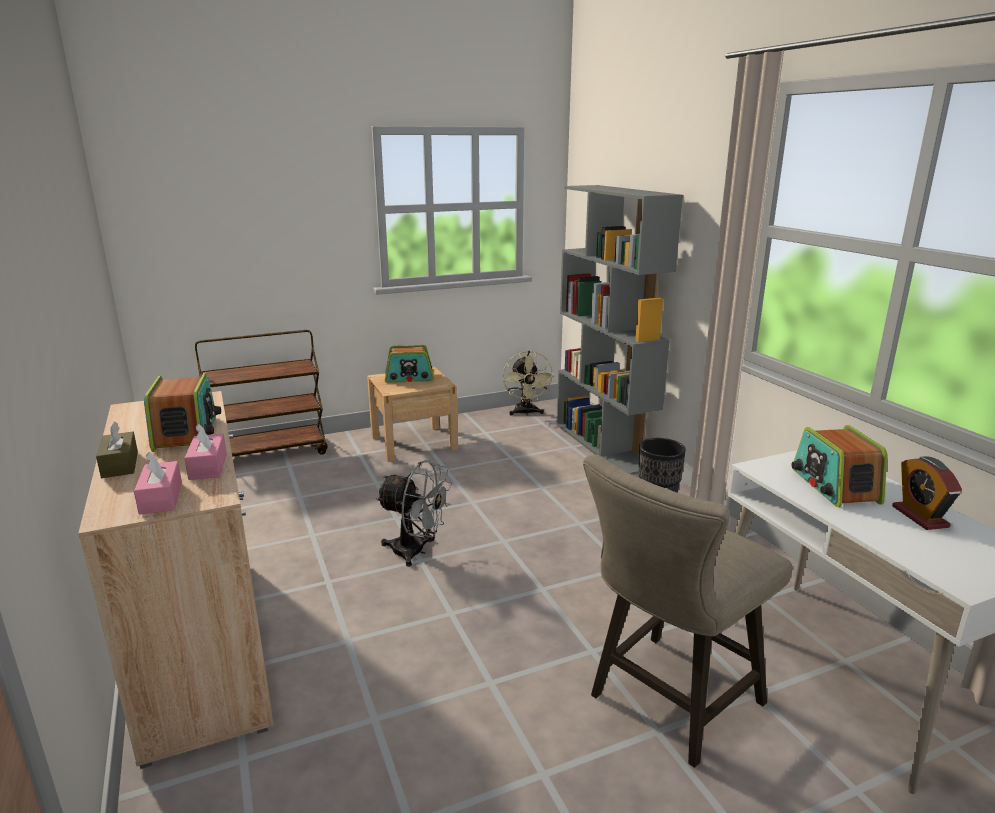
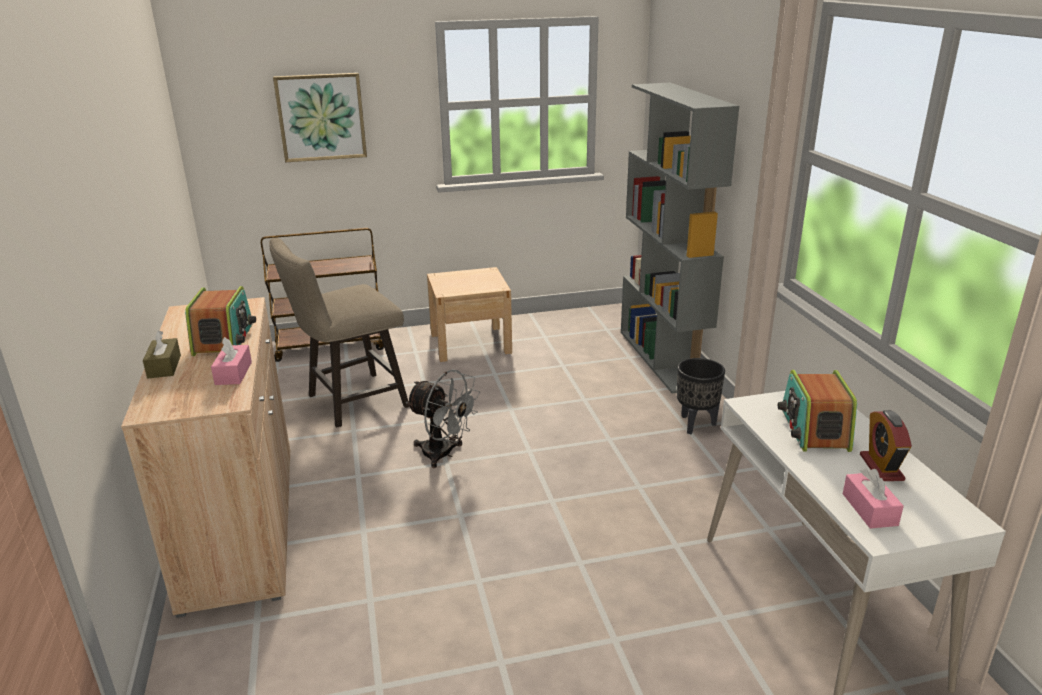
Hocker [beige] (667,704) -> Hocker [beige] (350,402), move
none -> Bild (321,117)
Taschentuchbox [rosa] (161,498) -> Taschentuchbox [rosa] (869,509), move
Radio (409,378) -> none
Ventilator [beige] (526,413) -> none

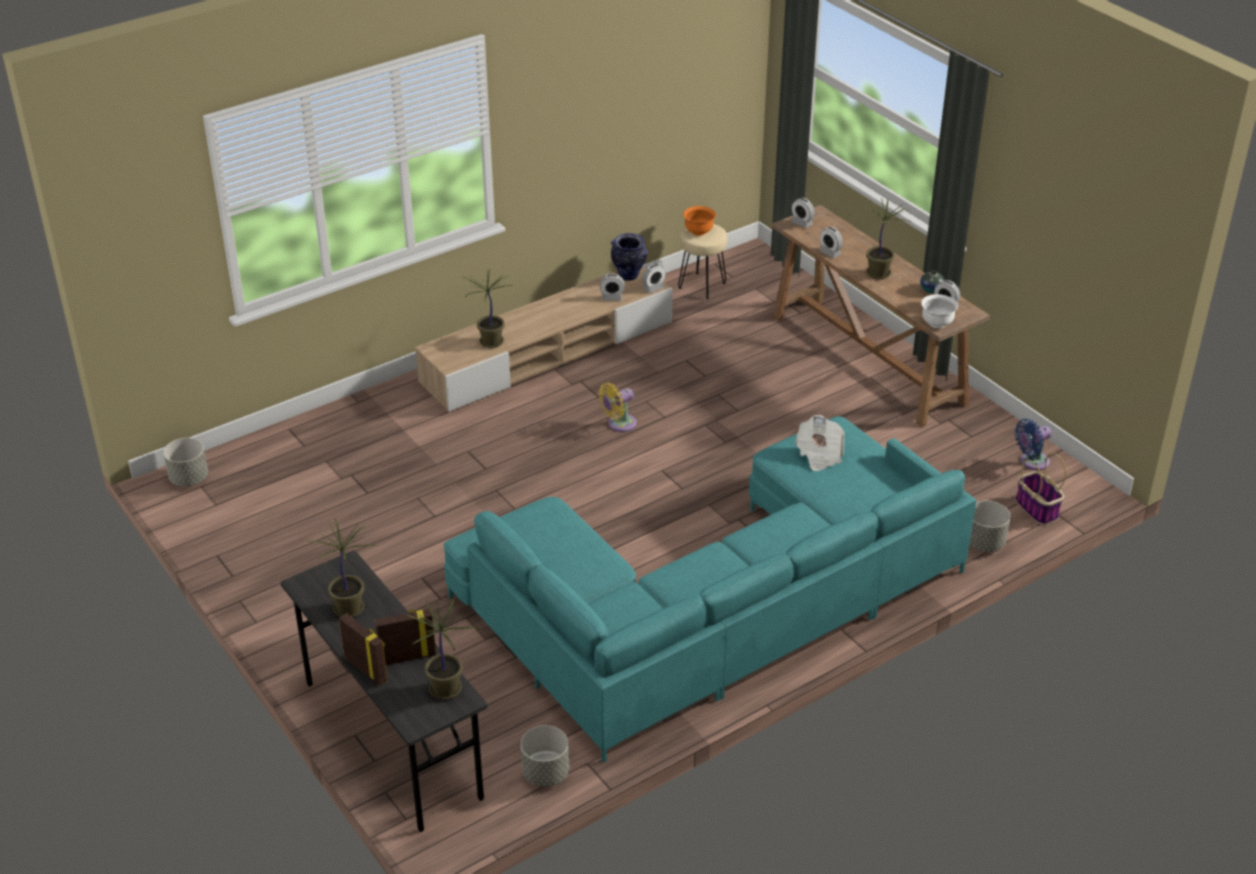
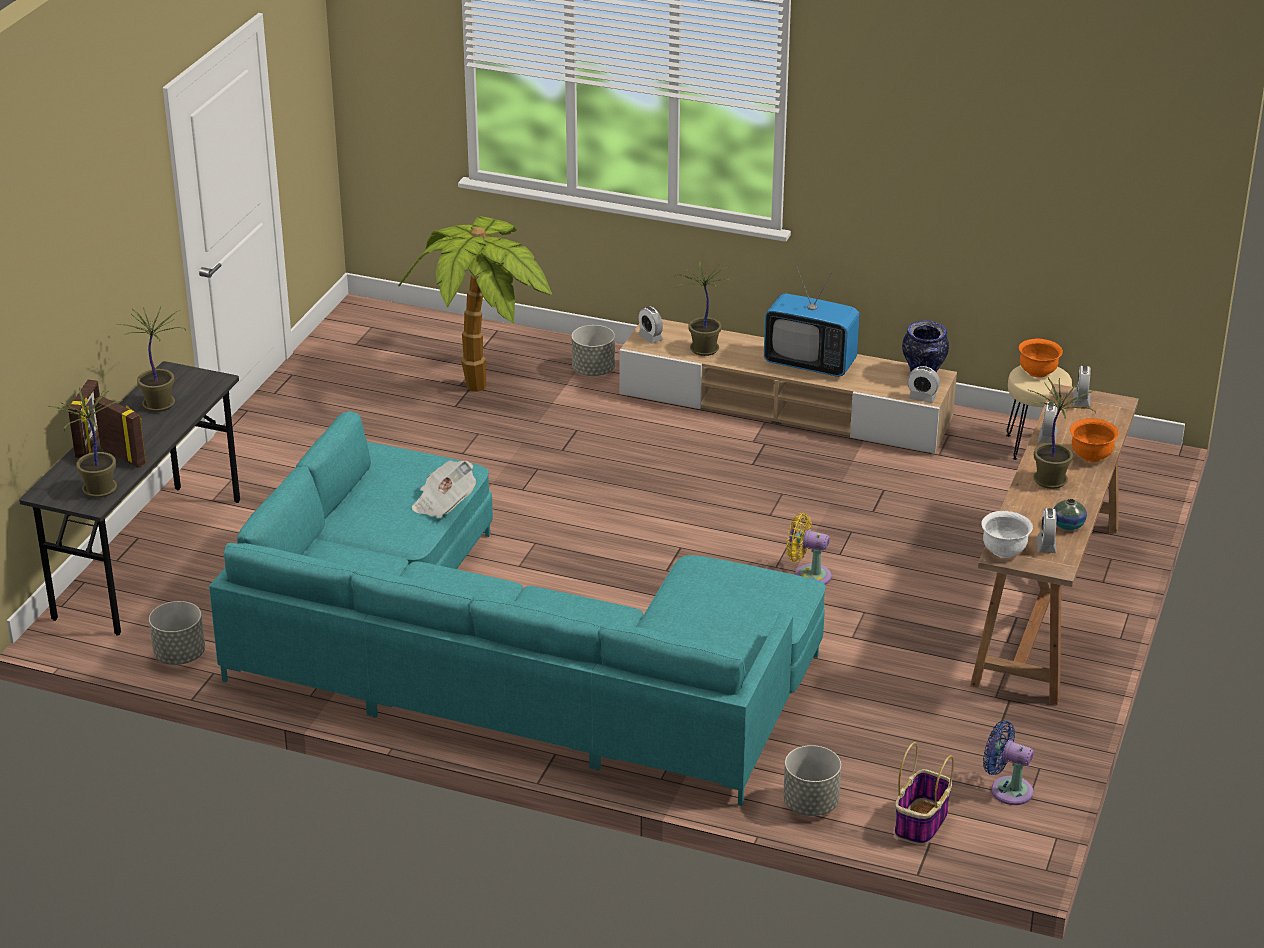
none -> Topfpflanze (483,382)
Zeitung (819,454) -> Zeitung (444,504), move
Pflanzkübel [grau] (189,478) -> Pflanzkübel [grau] (593,371), move
Wecker (612,297) -> Wecker (650,337), move
none -> Fernseher (810,363)
Ventilator [gelb] (619,424) -> Ventilator [gelb] (808,575), move
none -> Schüssel [orange] (1091,456)

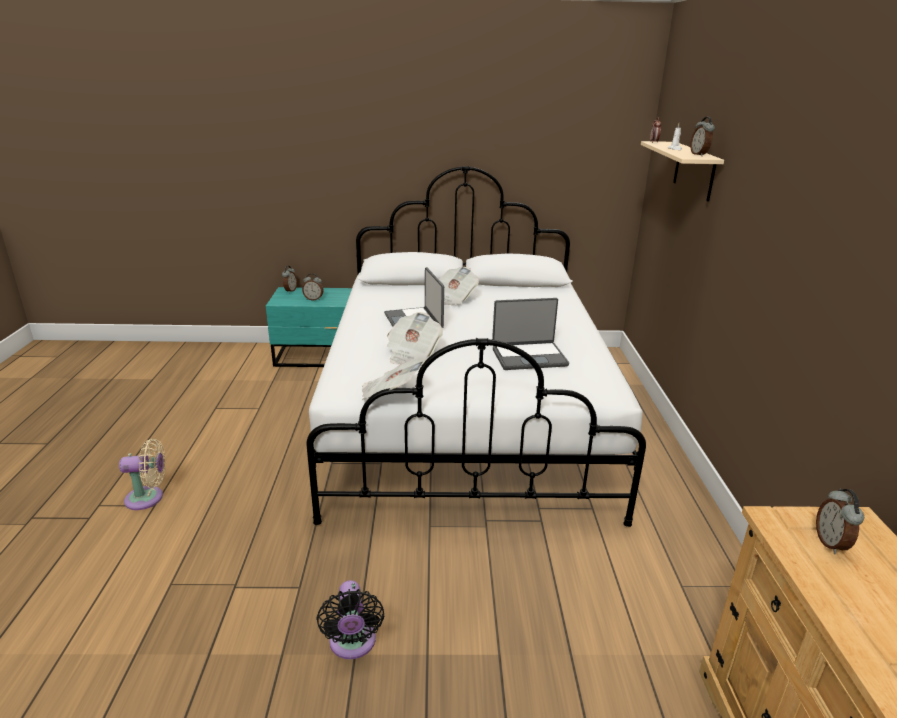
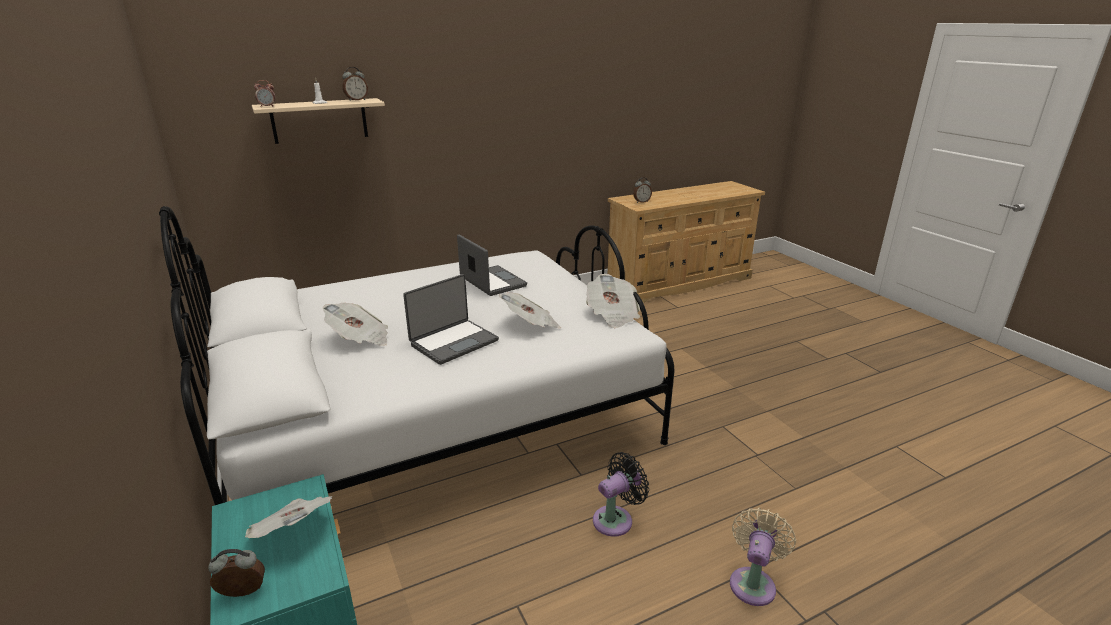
Wecker (313,299) -> Zeitung (293,531)
Ventilator [schwarz] (352,644) -> Ventilator [schwarz] (616,519), move
Ventilator [beige] (148,498) -> Ventilator [beige] (753,582), 60 degrees clockwise

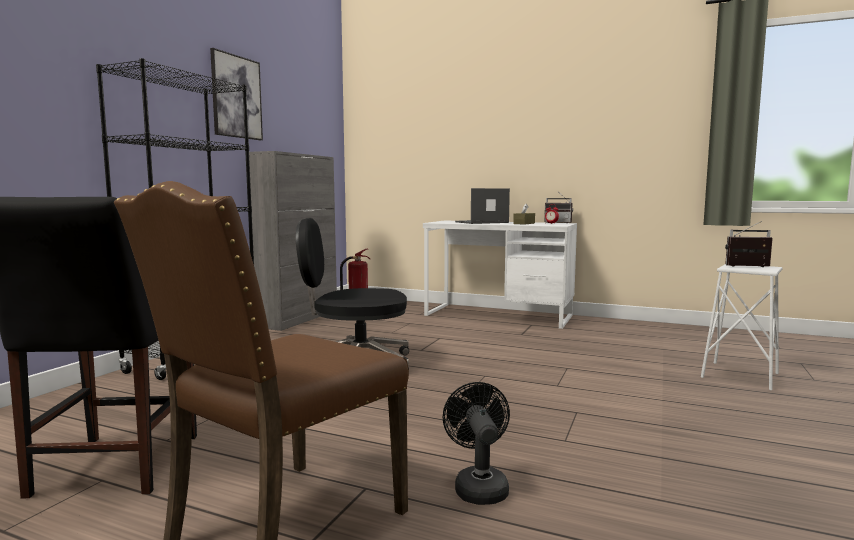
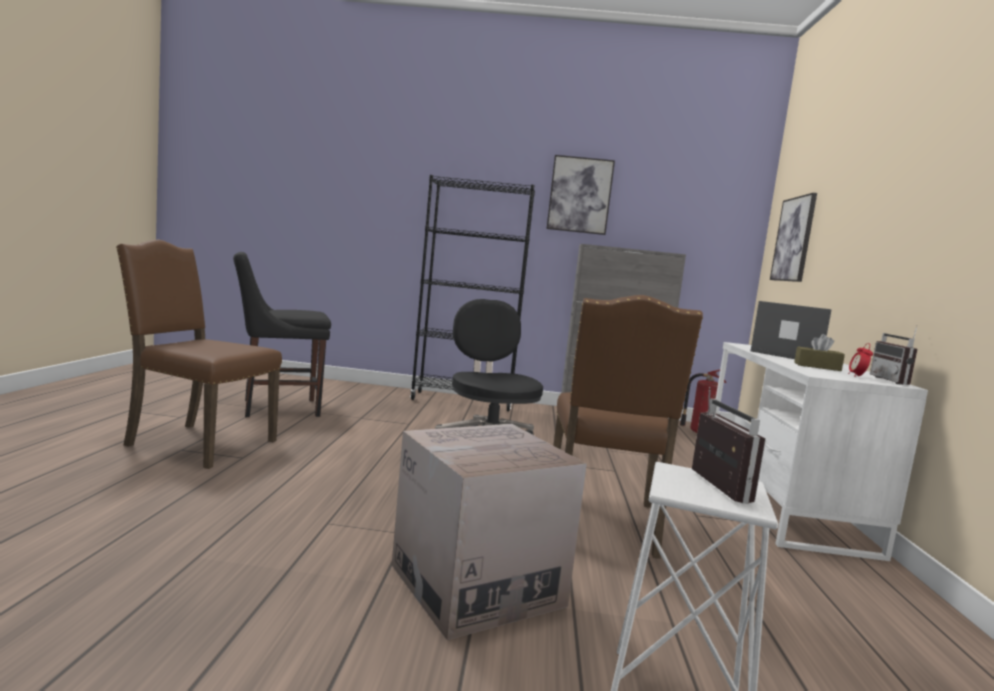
none -> Karton (476,585)
none -> Stuhl [braun] (602,523)
none -> Bild (794,239)
Ventilator [schwarz] (478,486) -> none

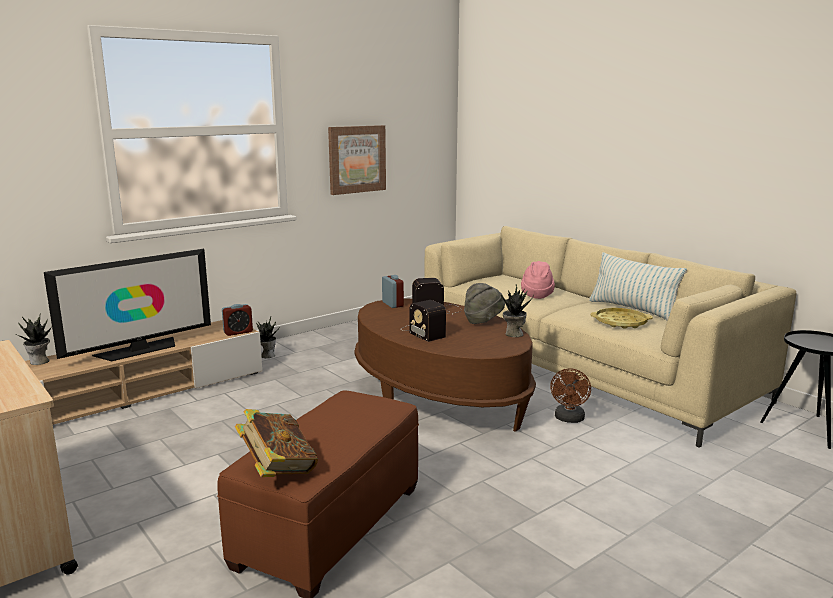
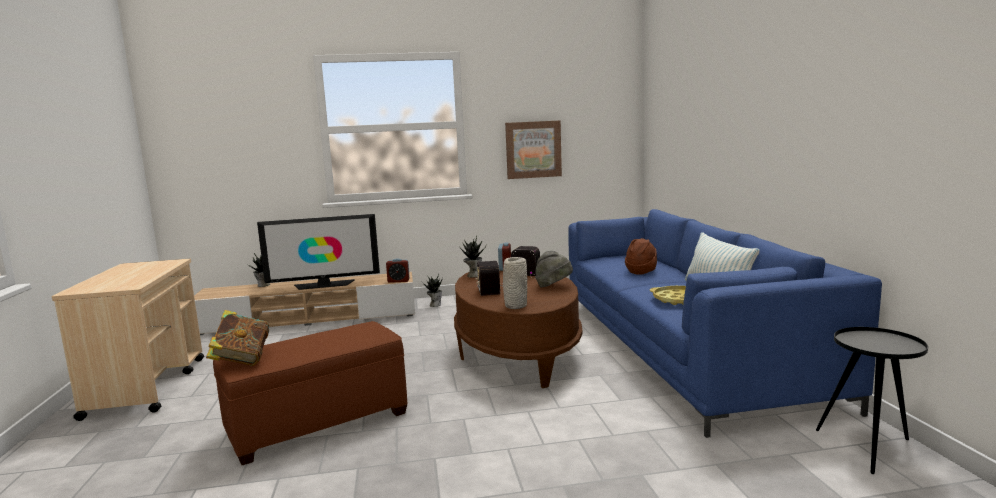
Topfpflanze (513,334) -> Topfpflanze (473,275), move
none -> Vase [grau] (515,306)
Sofa [beige] (580,366) -> Sofa [blau] (681,347)
Hut [rosa] (537,295) -> Hut [braun] (641,271)
Ventilator [braun] (569,419) -> none

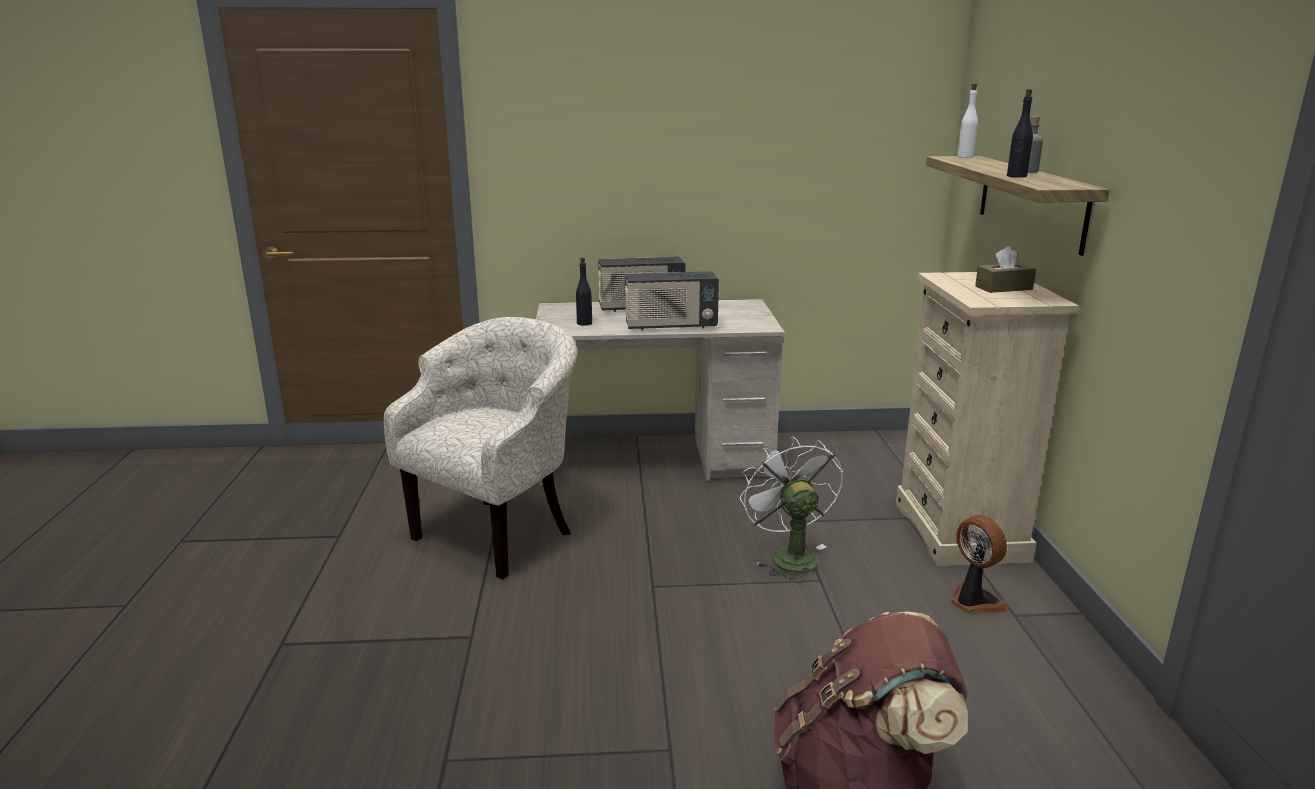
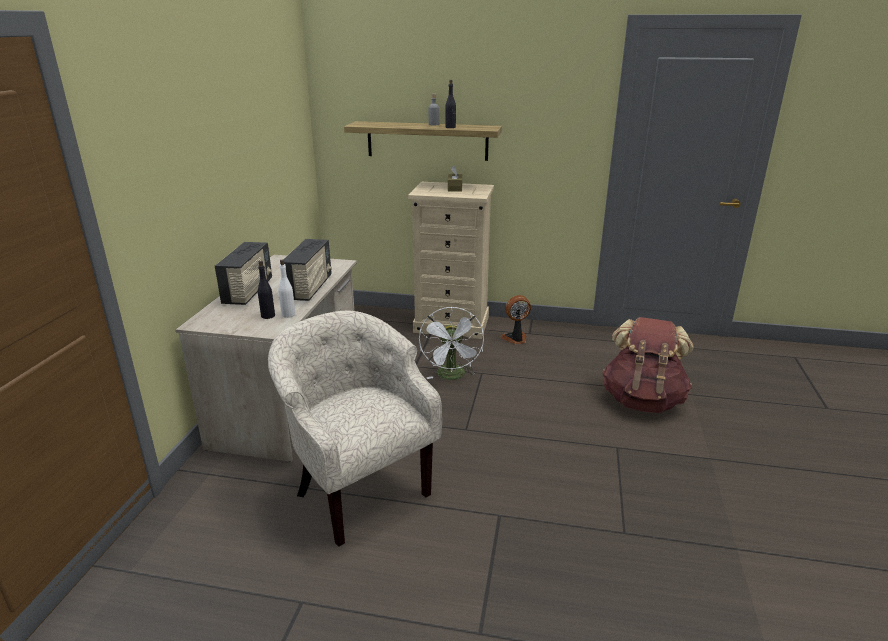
Flasche [weiß] (965,156) -> Flasche [weiß] (288,314), move
Ventilator [weiß] (788,555) -> Ventilator [weiß] (452,376), 90 degrees counterclockwise

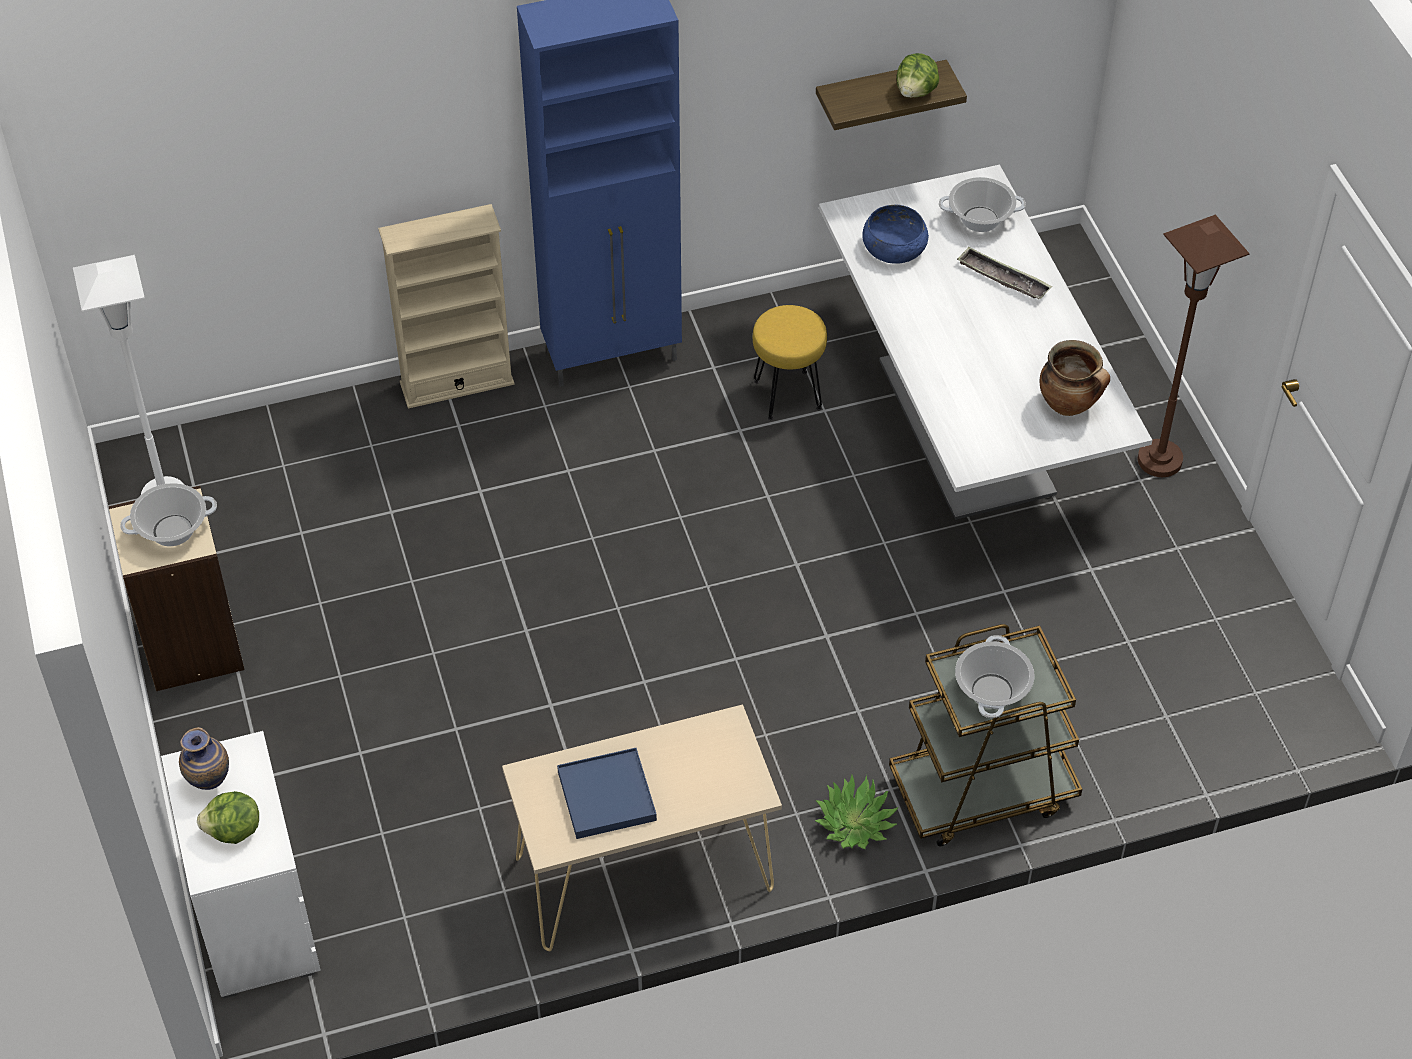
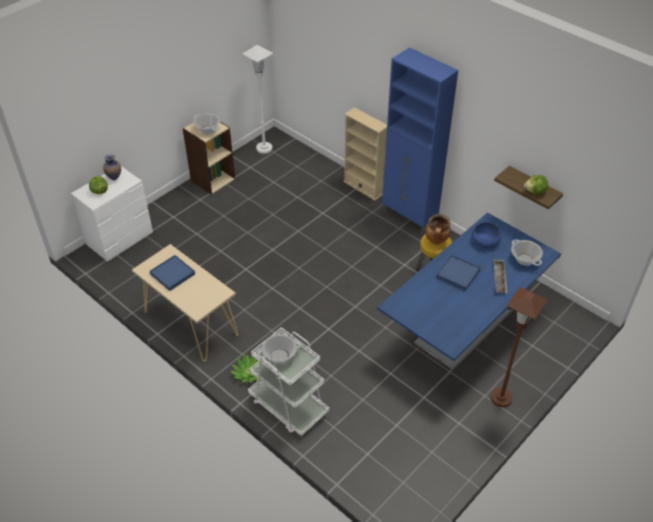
Rollwagen [braun] (982,791) -> Rollwagen [weiß] (288,406)
Esstisch [weiß] (965,427) -> Esstisch [blau] (462,328)
Kochtopf (1069,405) -> Kochtopf (436,241), move
none -> Tablett [blau] (458,274)

